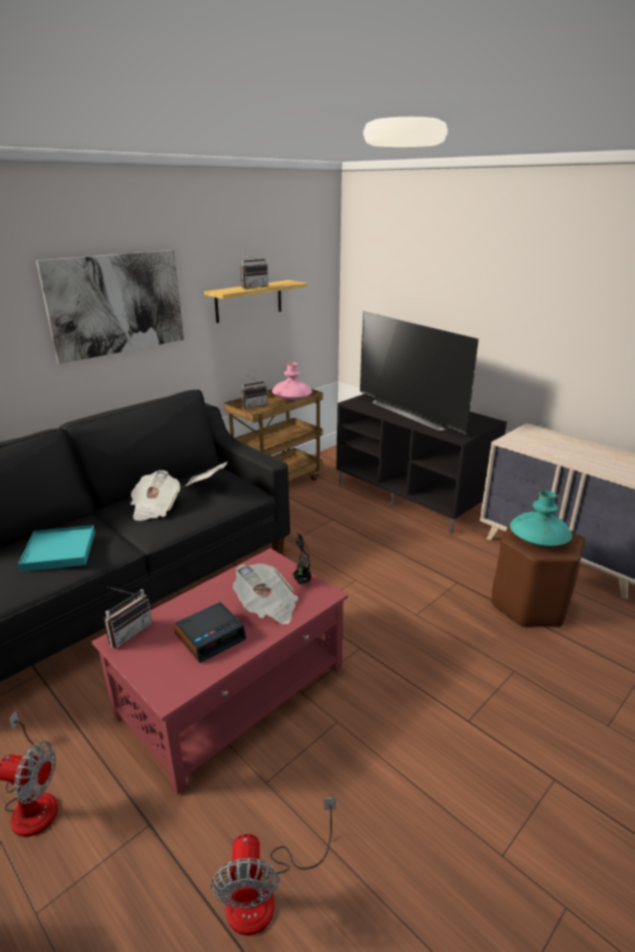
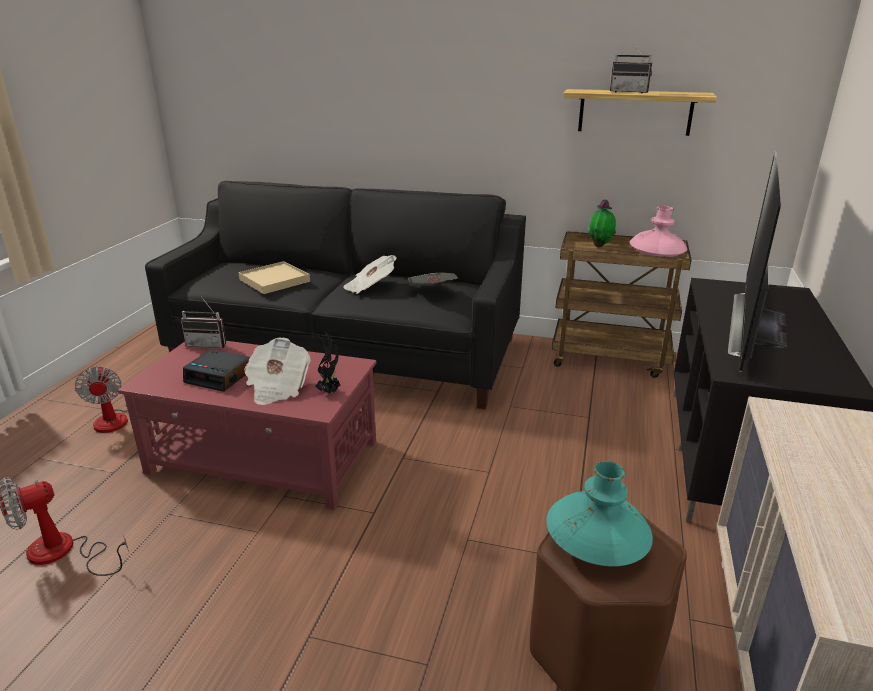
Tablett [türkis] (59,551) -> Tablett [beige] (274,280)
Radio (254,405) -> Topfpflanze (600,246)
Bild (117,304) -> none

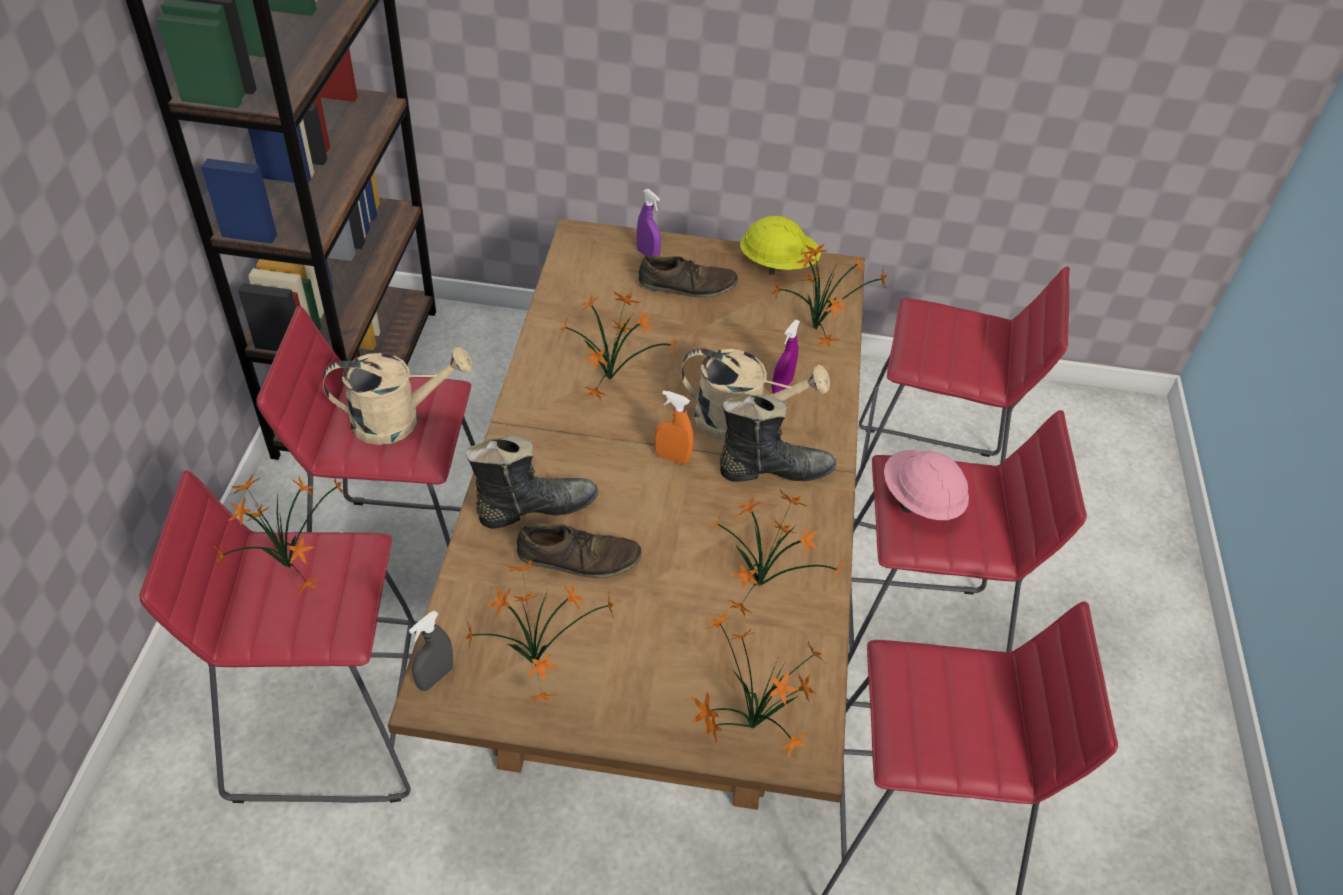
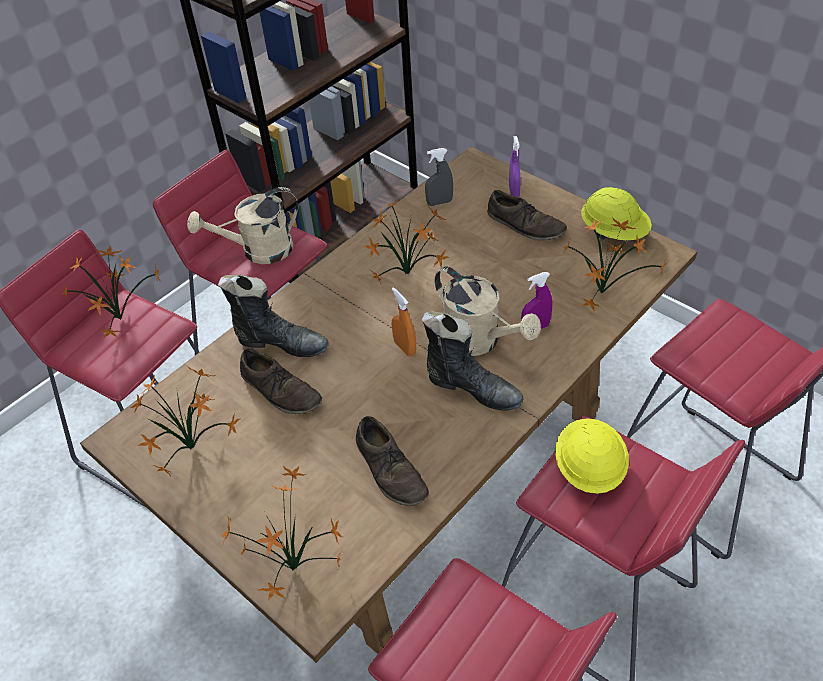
Gießkanne [beige] (398,419) -> Gießkanne [beige] (258,251), 135 degrees clockwise
Topfpflanze (762,584) -> Schuh [braun] (391,470)
Sprühflasche [grau] (435,677) -> Sprühflasche [grau] (439,202), move
Schutzhelm [rosa] (920,500) -> Schutzhelm [gelb] (588,468)

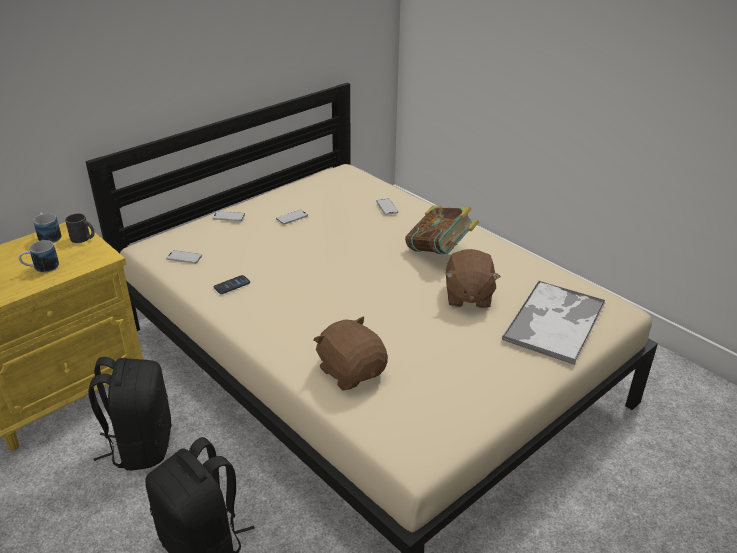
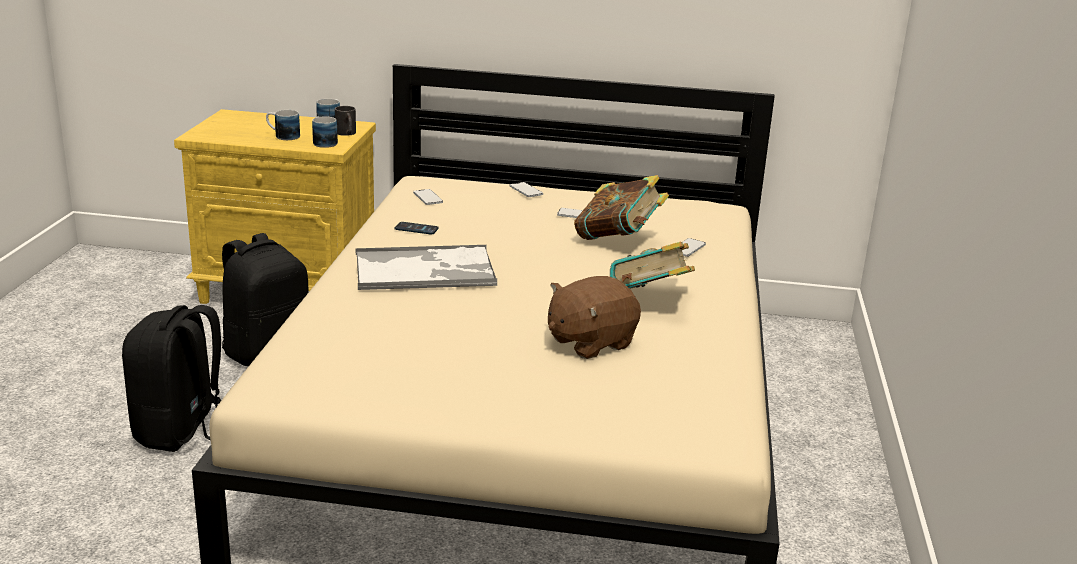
none -> Henkelbecher (323,142)
Tablett (555,321) -> Tablett (426,270), move
none -> Buch (618,240)
Plüschtier [braun] (351,371) -> none

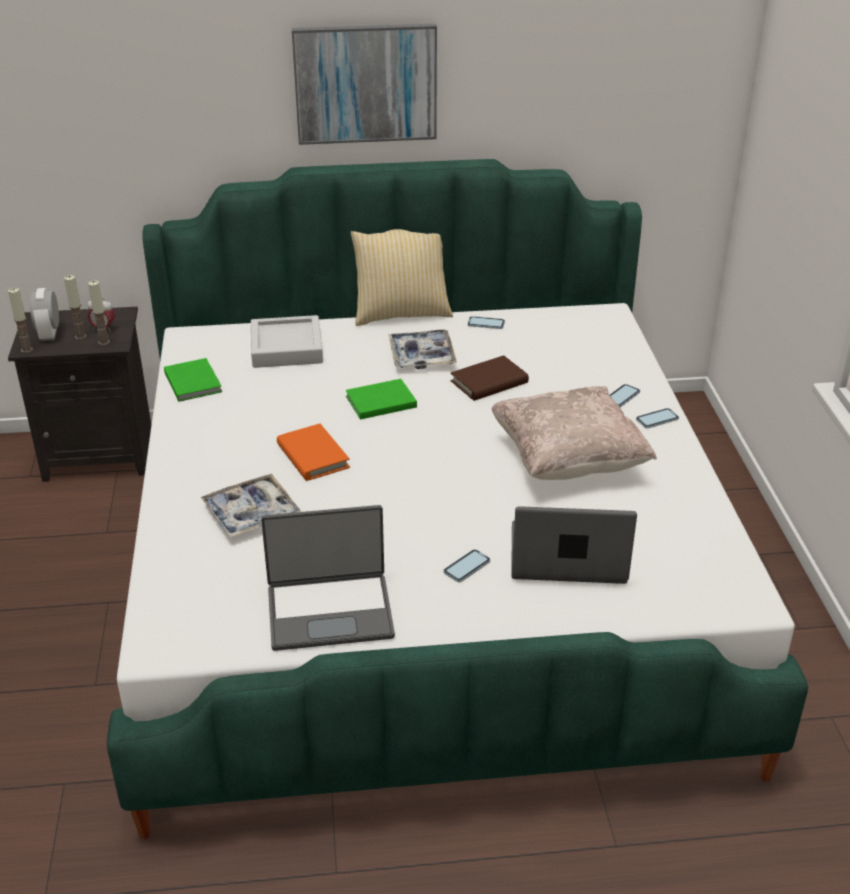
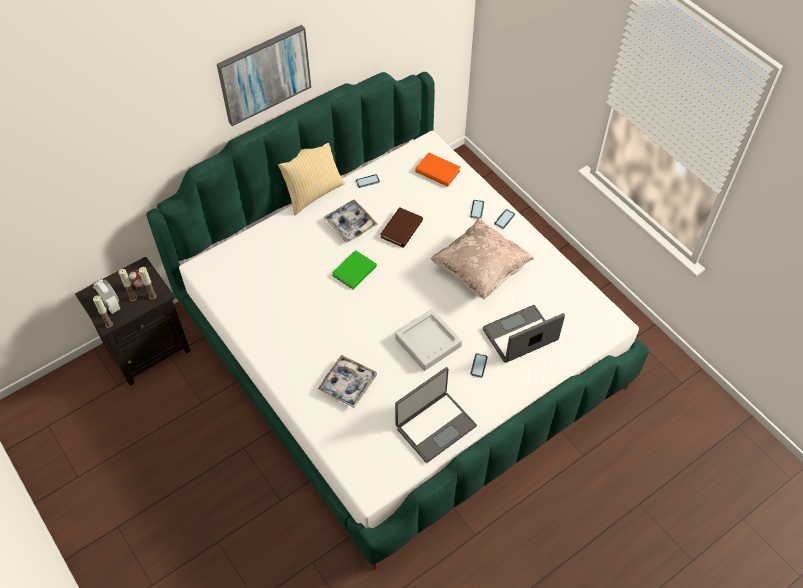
Tablett [grau] (286,348) -> Tablett [grau] (428,342), move
Buch [orange] (313,456) -> Buch [orange] (437,171), move
Buch [grün] (193,381) -> none

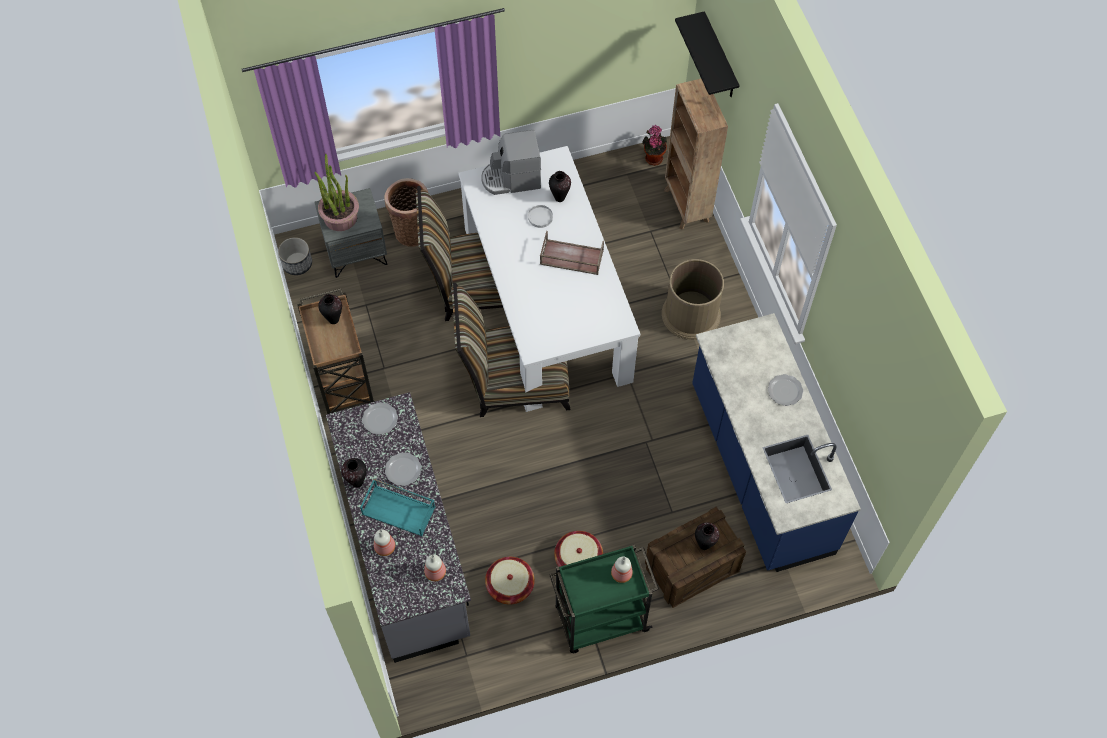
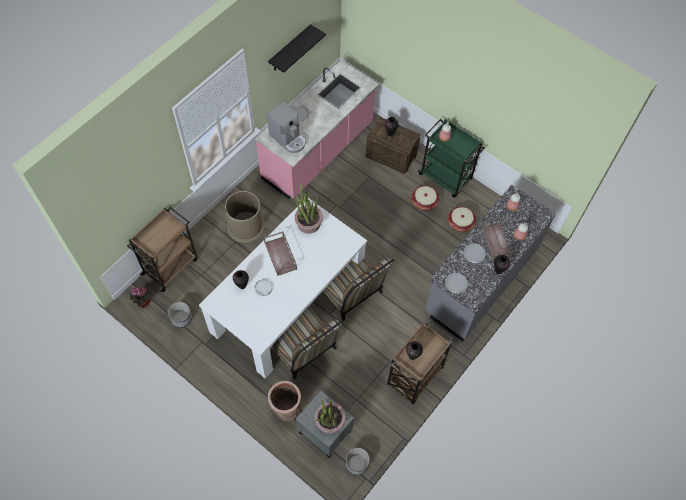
Bücherregal [braun] (686,206) -> Rollwagen [braun] (171,266)
none -> Pflanzkübel (181,318)
Küchenzeile [blau] (759,470) -> Küchenzeile [rosa] (318,152)
Kaffeemaschine (511,179) -> Kaffeemaschine (288,138), move
Wandregal [schwarz] (720,58) -> Wandregal [schwarz] (290,49), move
none -> Topfpflanze (308,223)
Tablett [türkis] (399,510) -> Tablett [braun] (496,241)

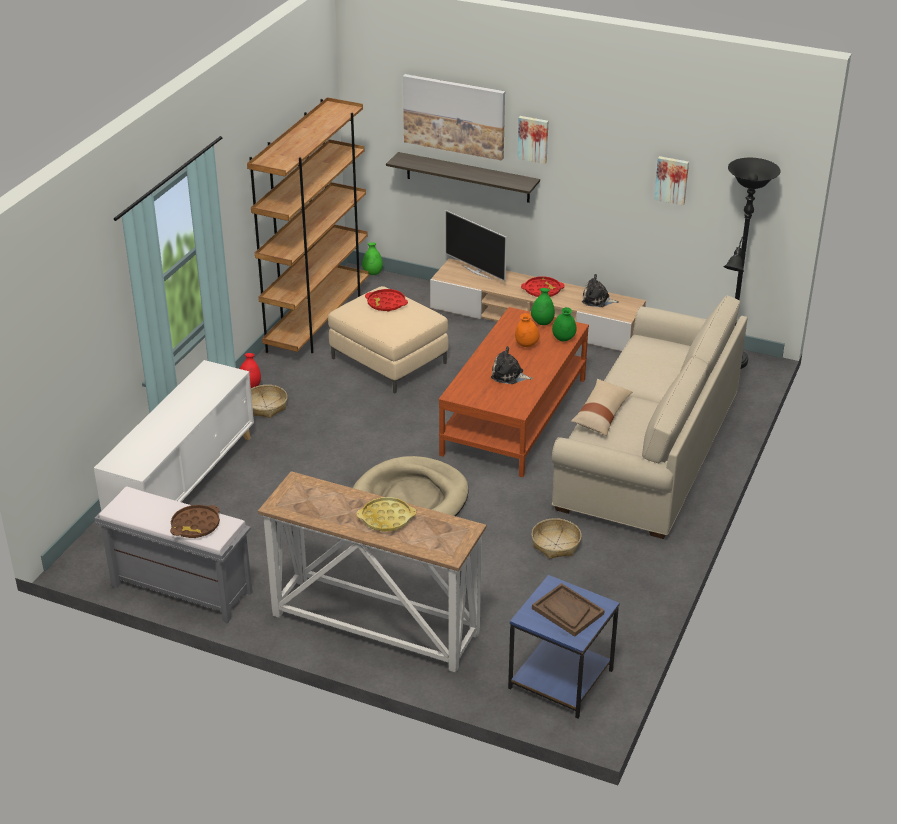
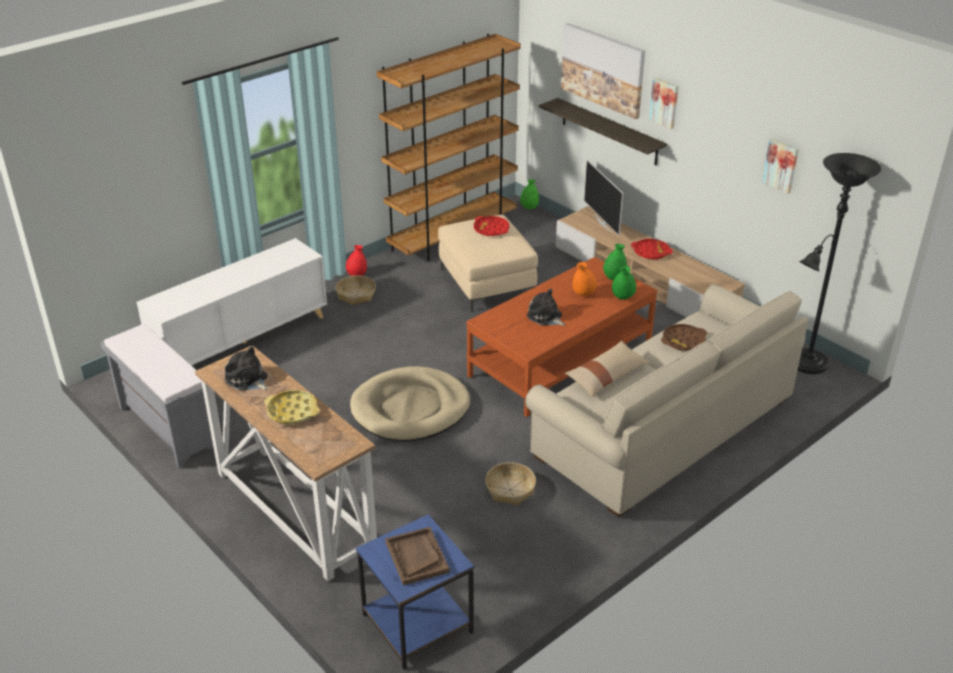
Plüschtier (597,300) -> Plüschtier (248,380), move
Tablett [braun] (195,525) -> Tablett [braun] (683,341), move

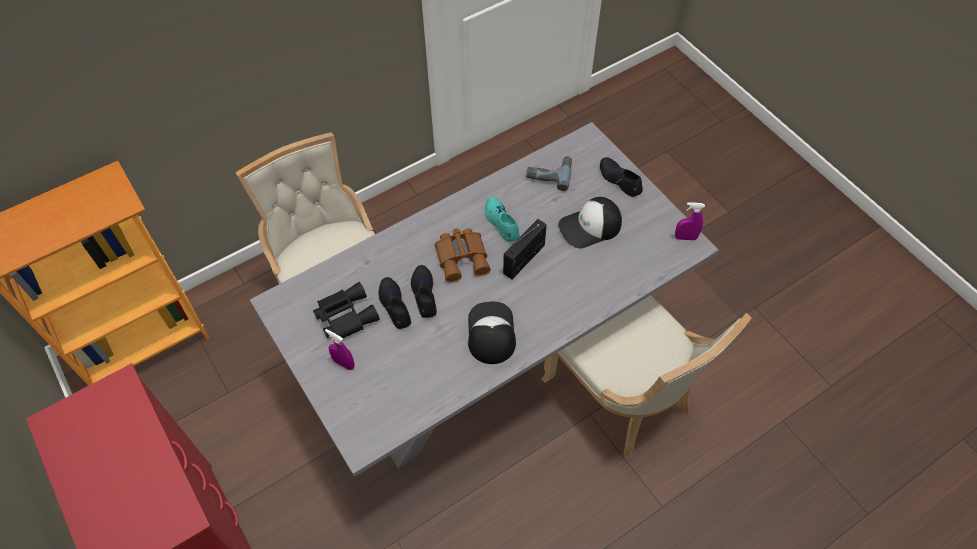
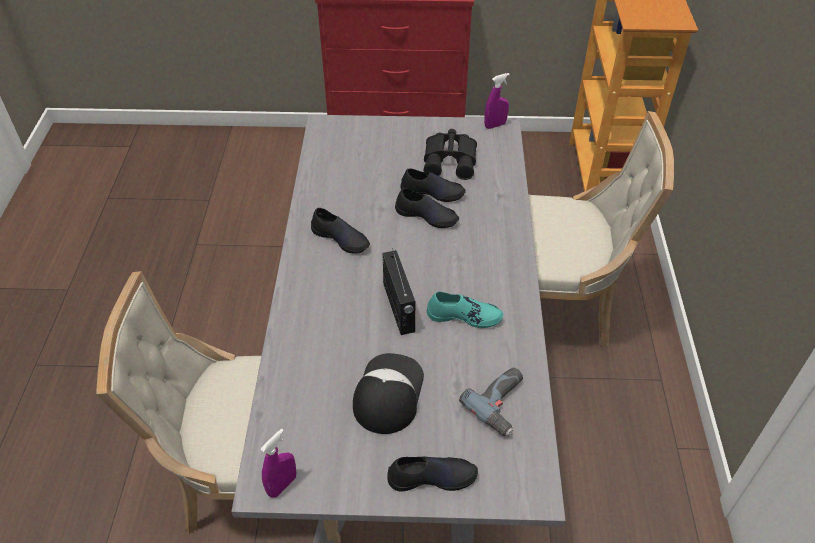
Kappe (490,333) -> Schuh [schwarz] (341,238)
Sprühflasche [lila] (344,363) -> Sprühflasche [lila] (495,125), move
Fernglas [braun] (463,257) -> none

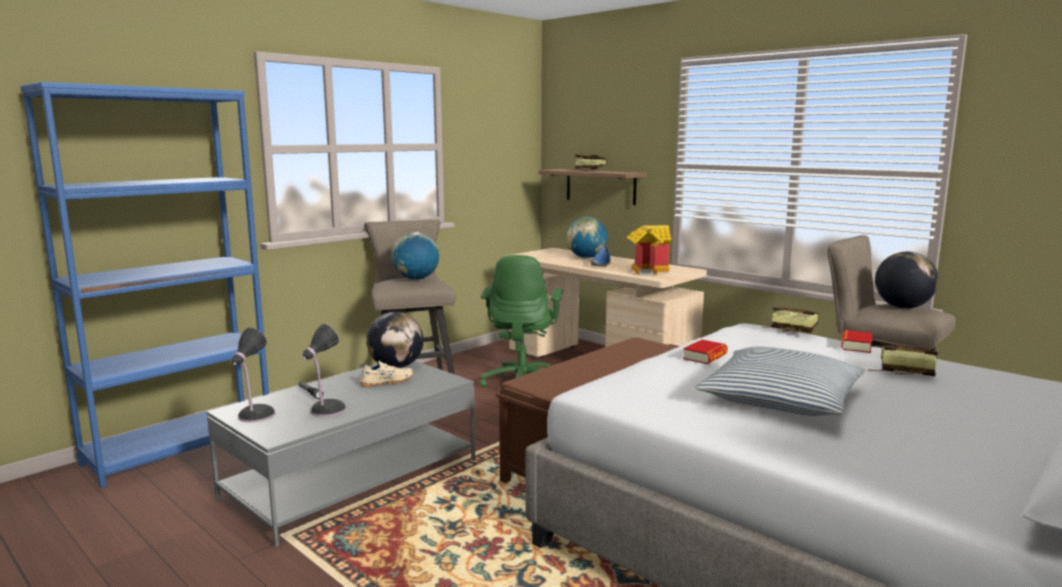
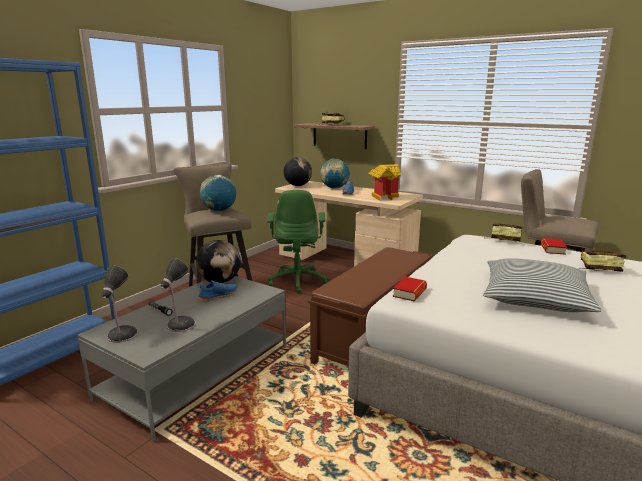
Schuh [beige] (386,382) -> Schuh [blau] (218,296)
Globus (902,307) -> Globus (298,185), move
Buch (705,356) -> Buch (409,292), move

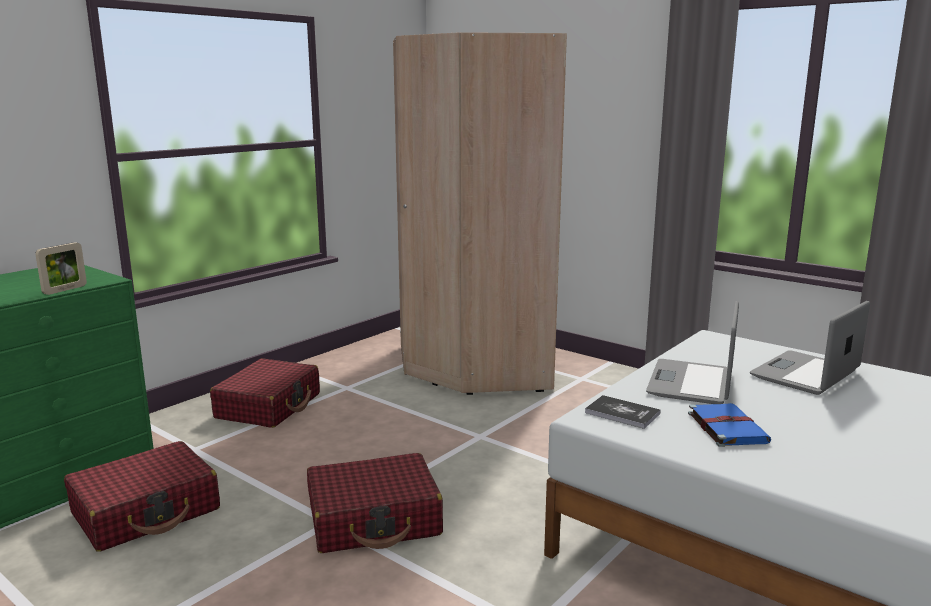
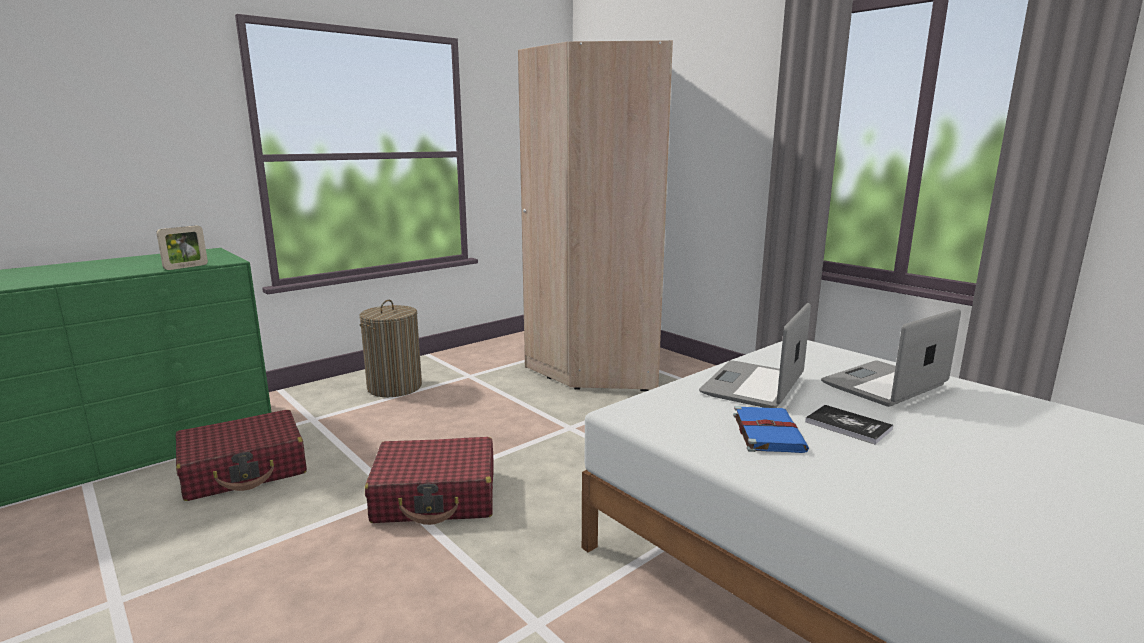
Koffer [rot] (269,406) -> Wäschekorb (394,387)
Buch (622,413) -> Buch (848,425), move

